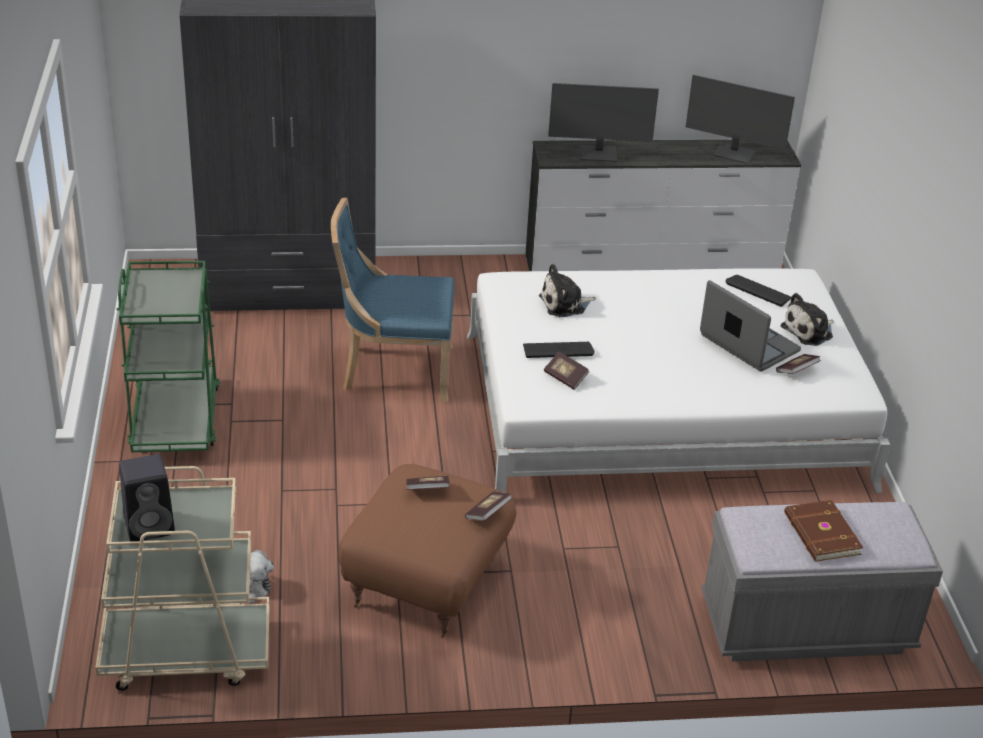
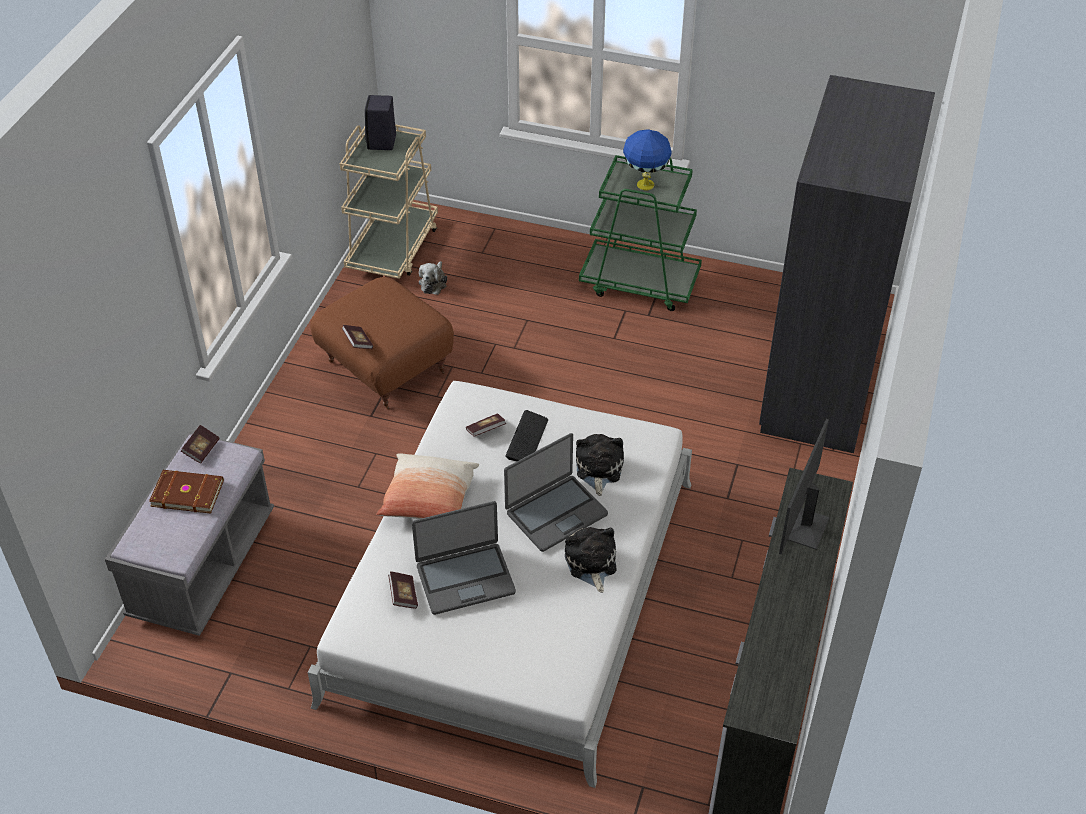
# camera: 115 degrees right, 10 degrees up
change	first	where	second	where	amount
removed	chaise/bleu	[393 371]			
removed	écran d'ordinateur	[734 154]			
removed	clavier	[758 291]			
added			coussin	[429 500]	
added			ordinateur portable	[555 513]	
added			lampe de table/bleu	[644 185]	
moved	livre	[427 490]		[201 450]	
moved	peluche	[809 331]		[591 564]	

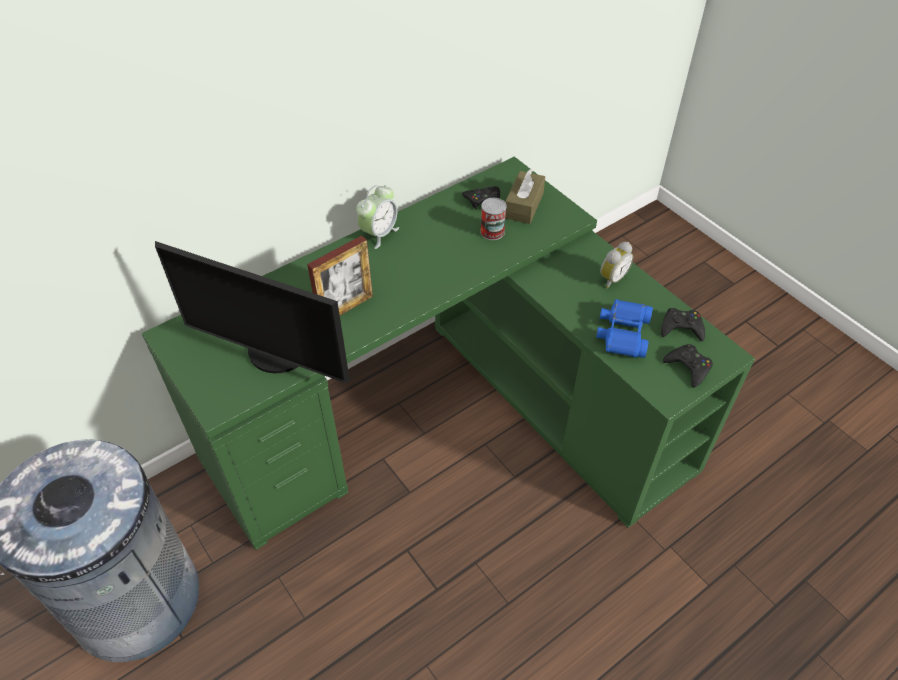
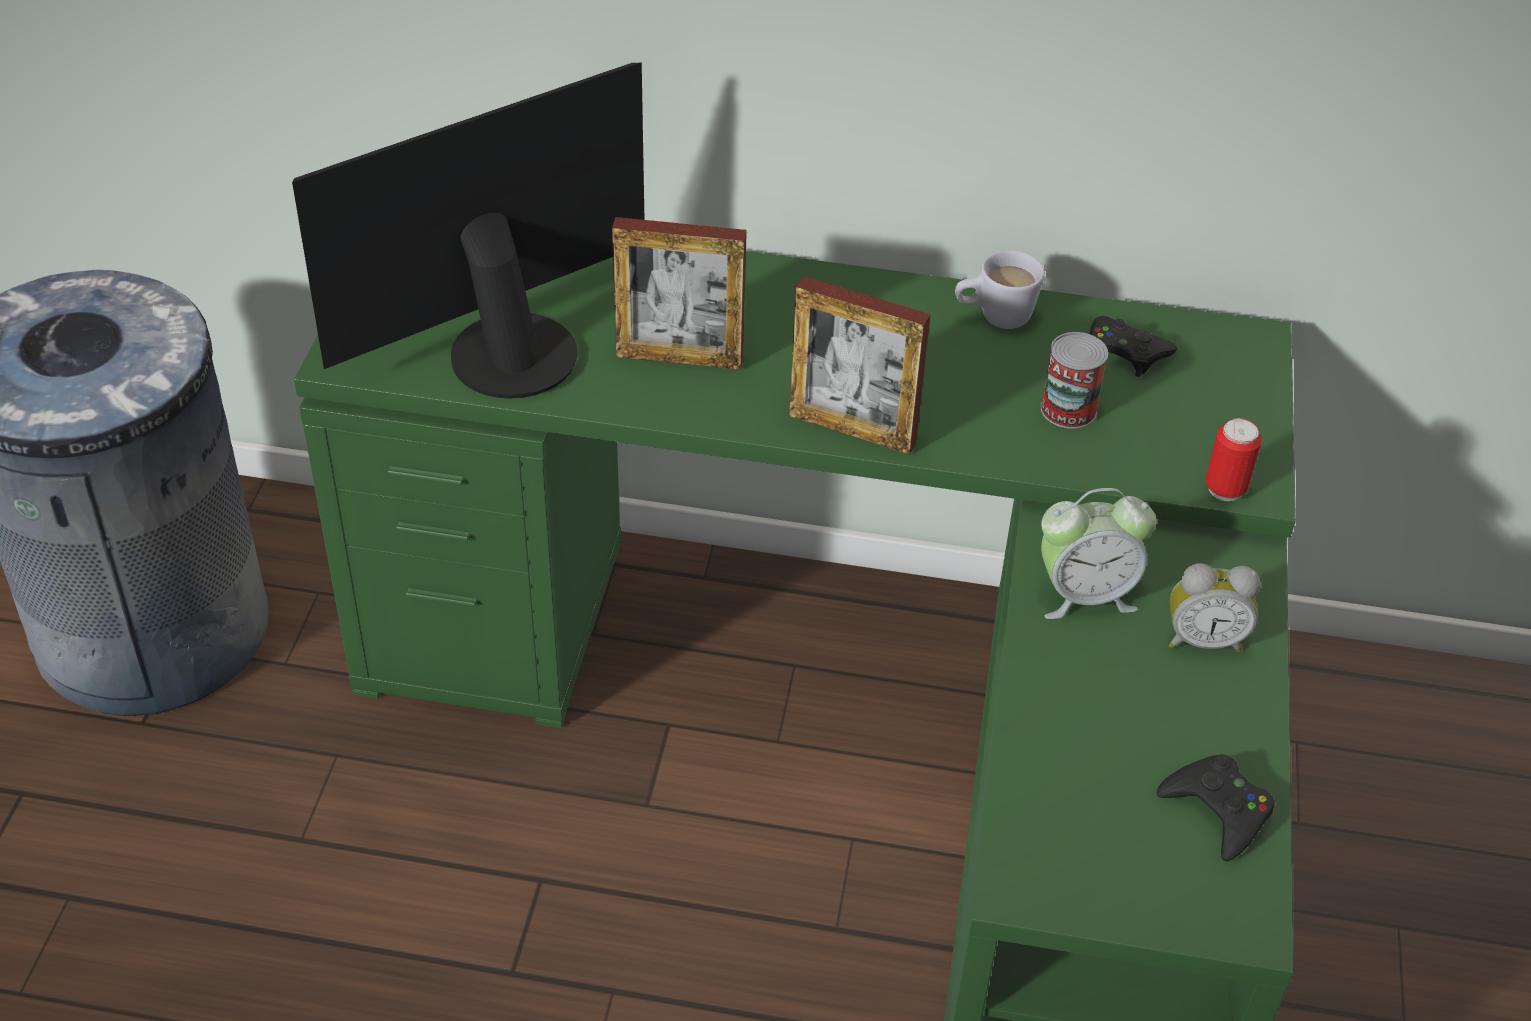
# camera: 45 degrees right, 5 degrees down
change	first	where	second	where	amount
removed	boîte à mouchoirs/marron	[524 205]			
removed	jumelles/bleu	[622 333]			
removed	manette/noir	[688 367]			
added			cadre photo	[852 429]	
added			mug/blanc	[994 317]	
added			boîte métallique	[1225 489]	
moved	réveil	[379 234]		[1085 595]	
turned	écran d'ordinateur	[276 354]		[505 349]	75 degrees clockwise

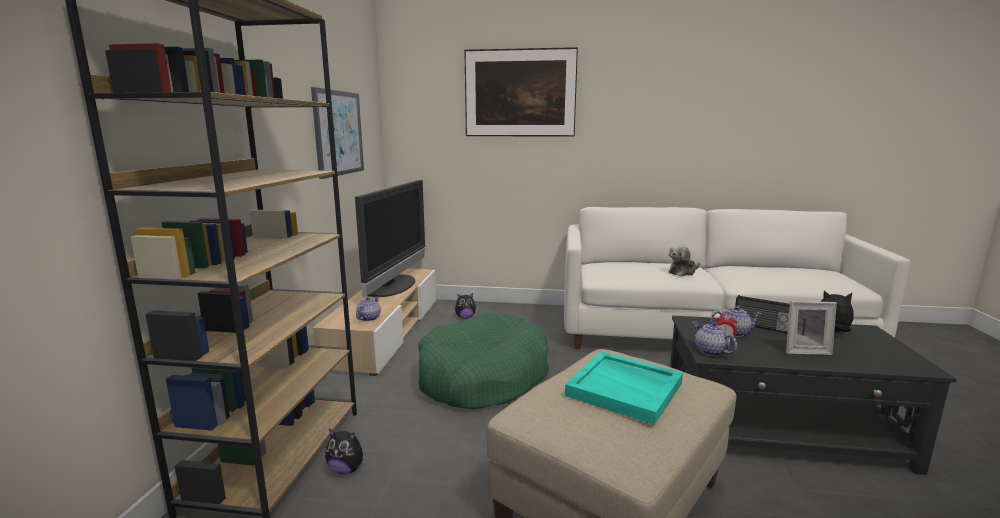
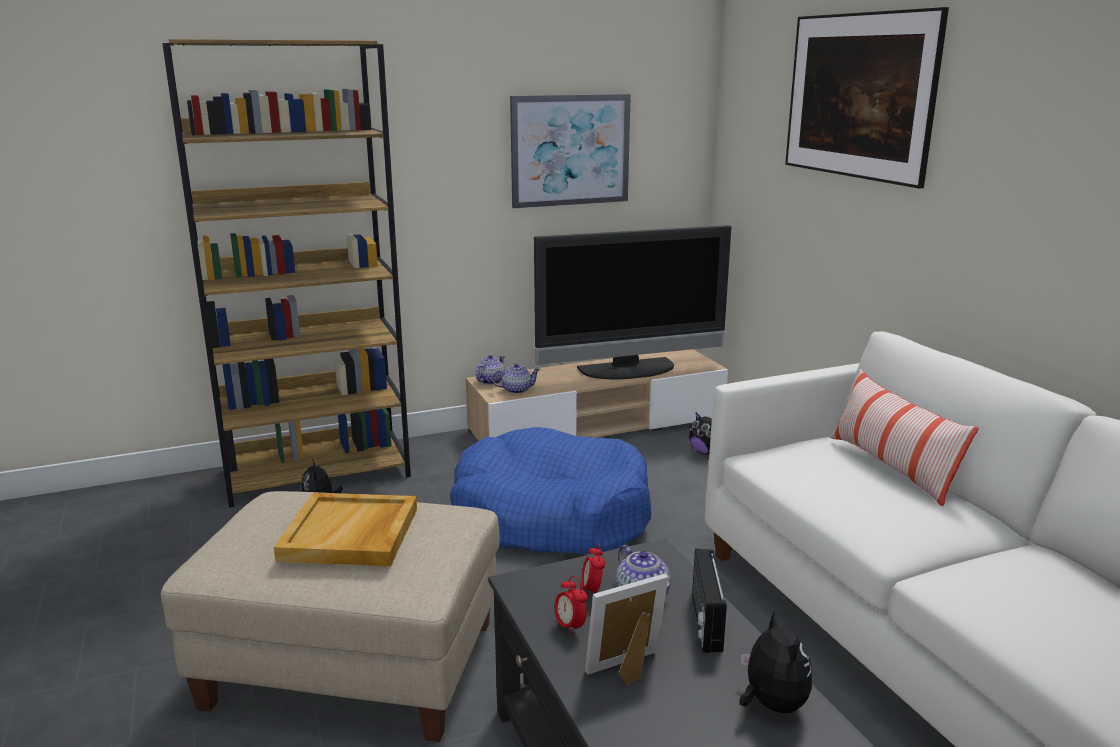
# camera: 60 degrees right, 5 degrees up
change	first	where	second	where	amount
removed	peluche	[683 272]			
added			réveil	[570 627]	
added			coussin	[892 468]	
moved	théière	[710 351]		[490 381]	
recoloured	panier pour chien/vert	[482 377]	panier pour chien/bleu	[551 515]	
recoloured	plateau/turquoise	[625 389]	plateau/beige	[351 534]	
turned	cadre photo	[804 350]		[629 670]	90 degrees clockwise

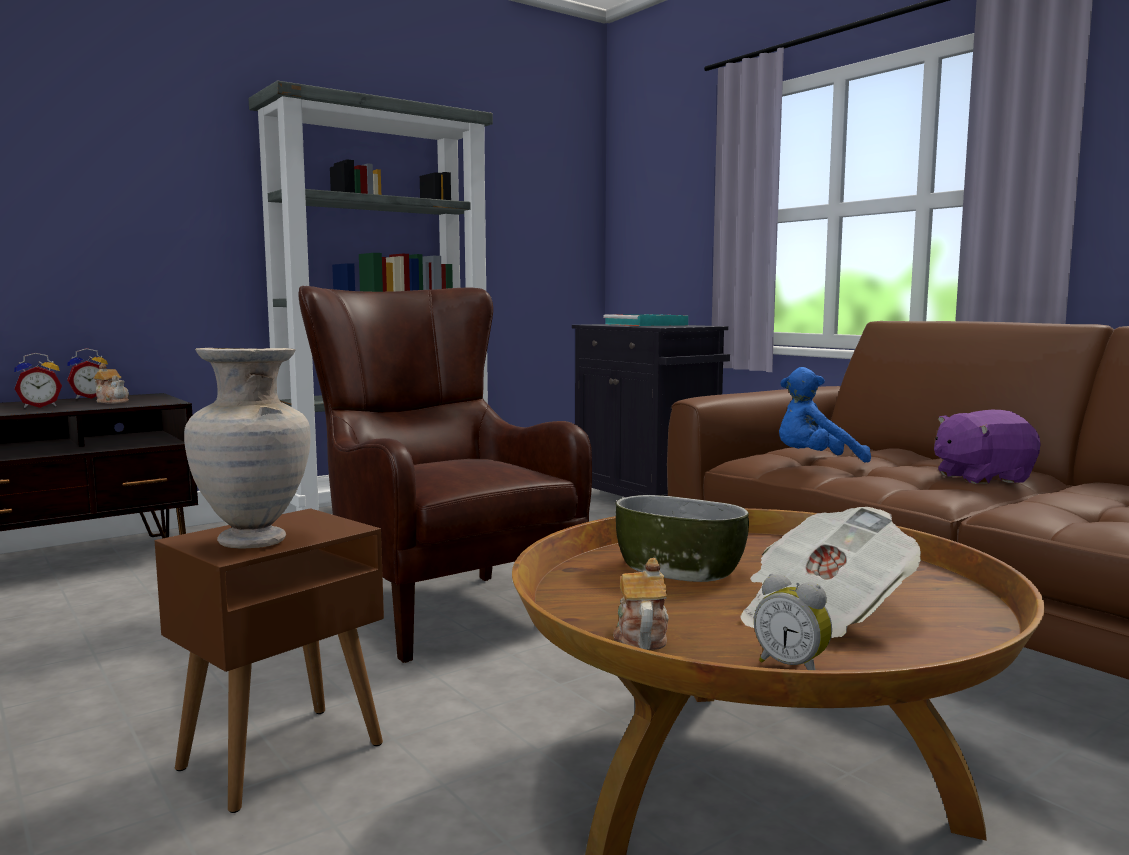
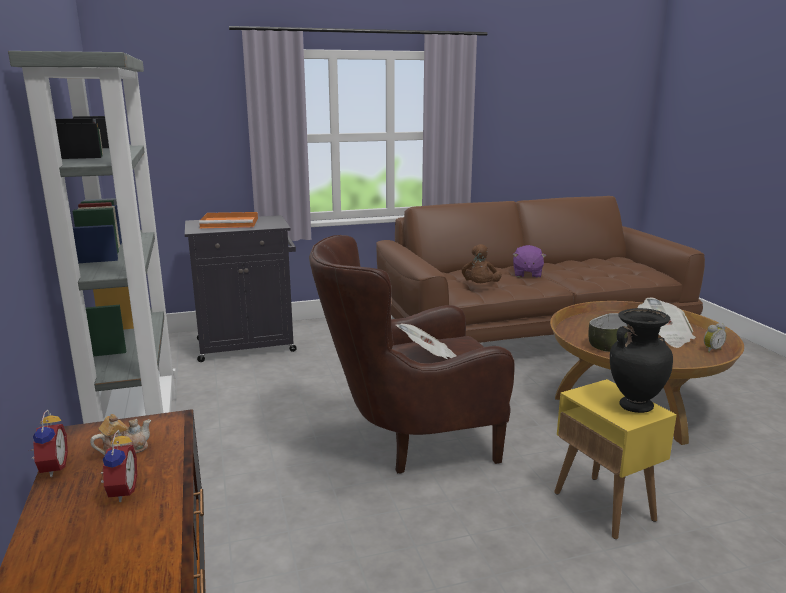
# camera: 70 degrees left, 10 degrees up
change	first	where	second	where	amount
removed	théière	[641 636]			
added			journal	[429 358]	
recoloured	table d'appoint/marron	[280 757]	table d'appoint/jaune	[604 506]	
recoloured	vase/beige	[255 542]	vase/noir	[634 406]	
recoloured	plateau/turquoise	[646 324]	plateau/orange	[231 223]	
recoloured	peluche/bleu	[815 461]	peluche/marron	[480 286]	

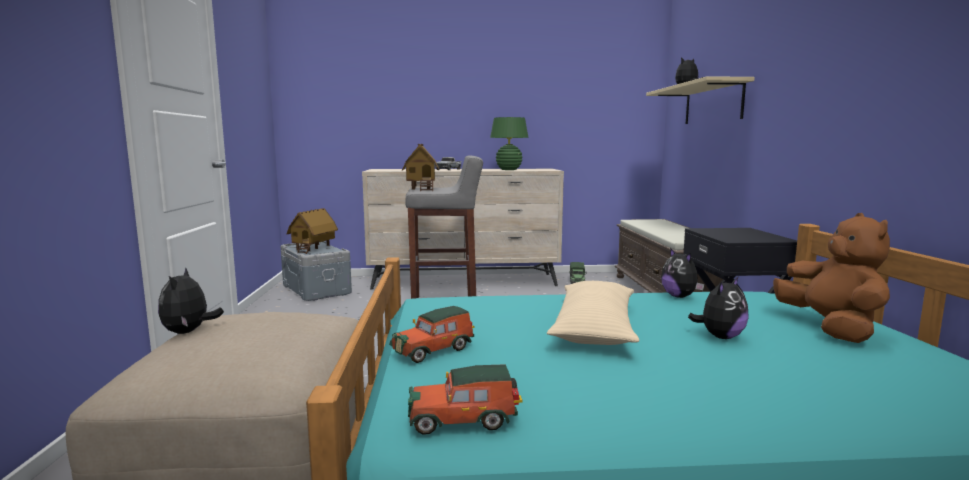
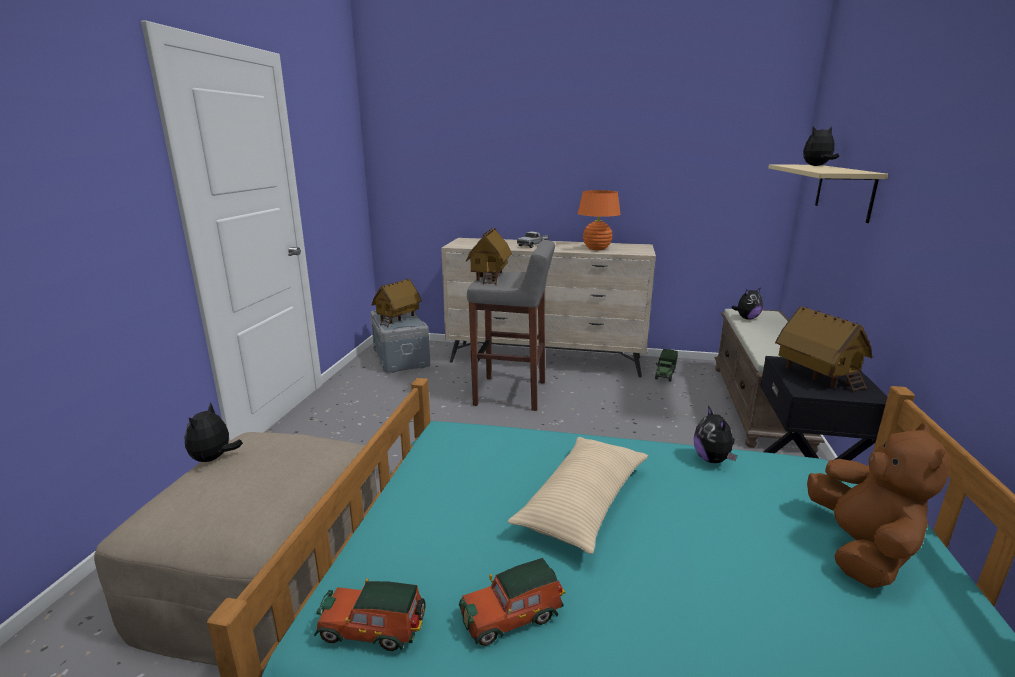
# camera: 15 degrees right, 10 degrees up
change	first	where	second	where	amount
added			maison miniature	[817 376]	
moved	petite voiture	[434 349]		[513 615]	
moved	peluche	[720 336]		[746 318]	
recoloured	lampe de table/vert	[508 169]	lampe de table/orange	[596 249]	

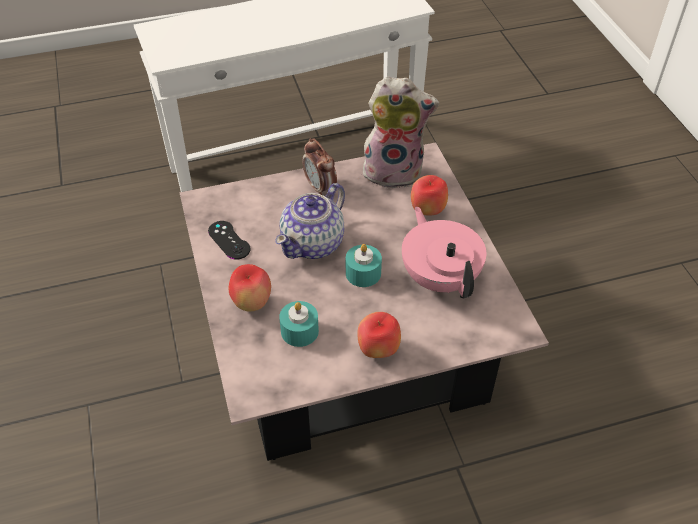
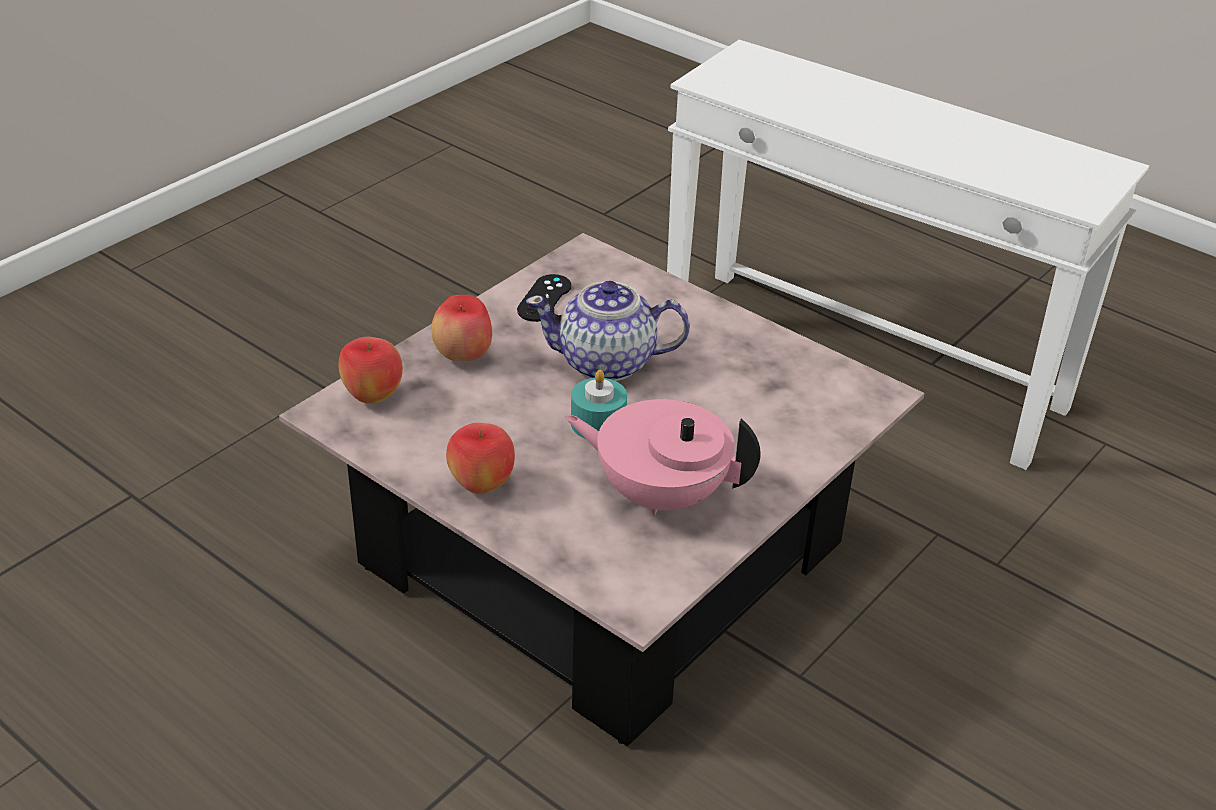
# camera: 55 degrees right, 10 degrees down
change	first	where	second	where	amount
removed	bougie/turquoise	[299 331]			
removed	réveil	[320 188]			
removed	peluche	[394 171]			
moved	pomme	[427 210]		[373 396]	
turned	théière/rose	[440 277]		[660 494]	105 degrees counterclockwise

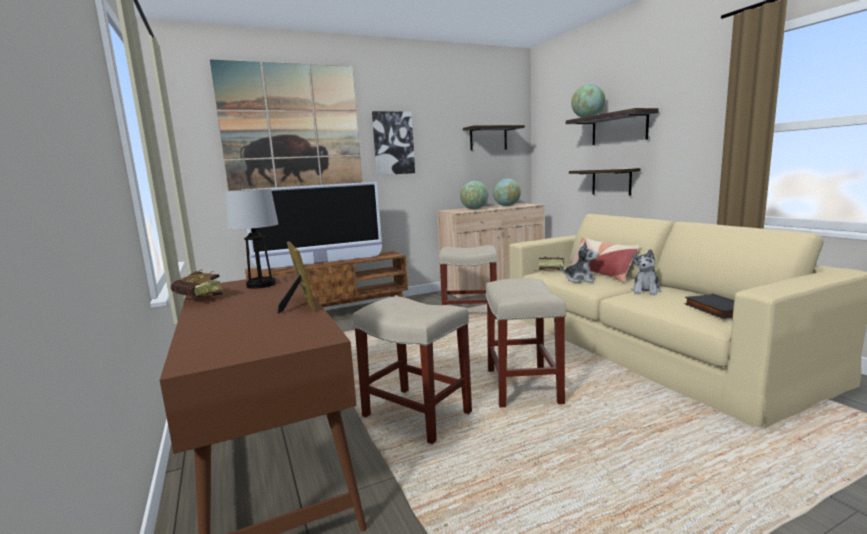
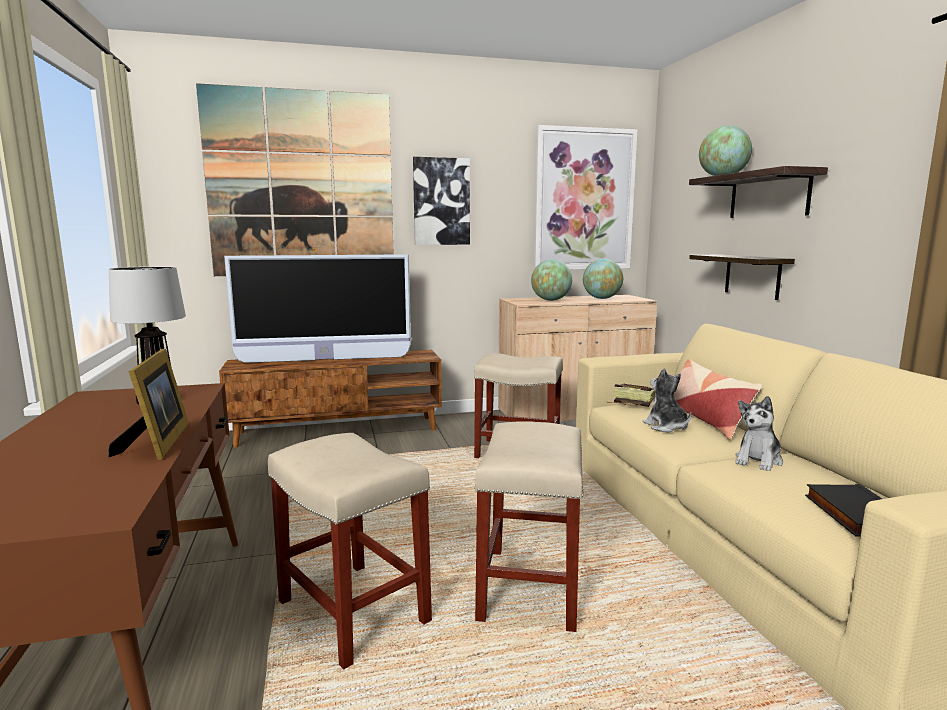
# camera: 10 degrees right, 0 degrees up
change	first	where	second	where	amount
removed	livre	[201 300]			
replaced	étagère	[488 138]	tableau	[584 200]	
turned	peluche	[580 280]		[666 427]	150 degrees counterclockwise

